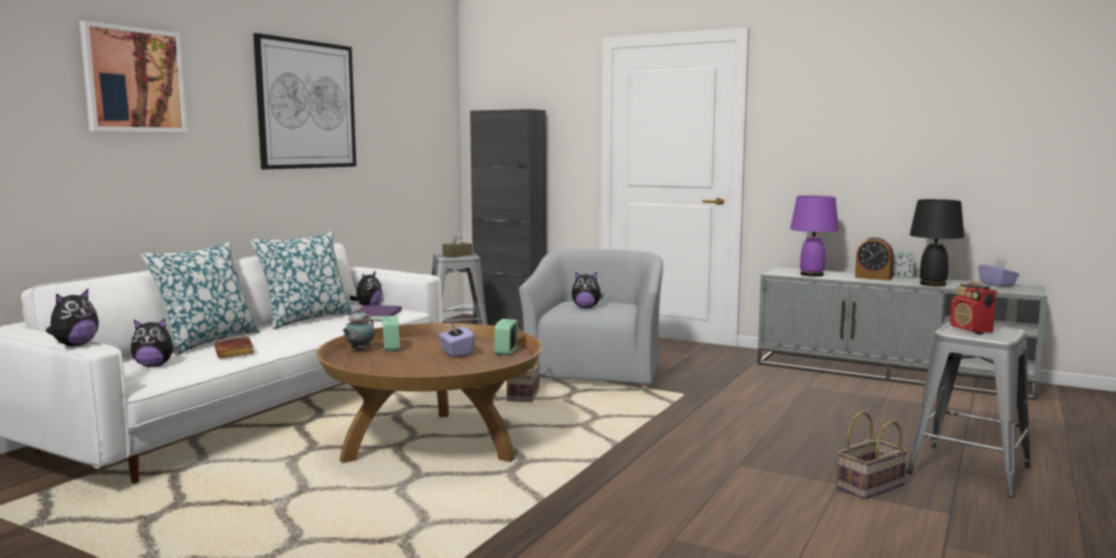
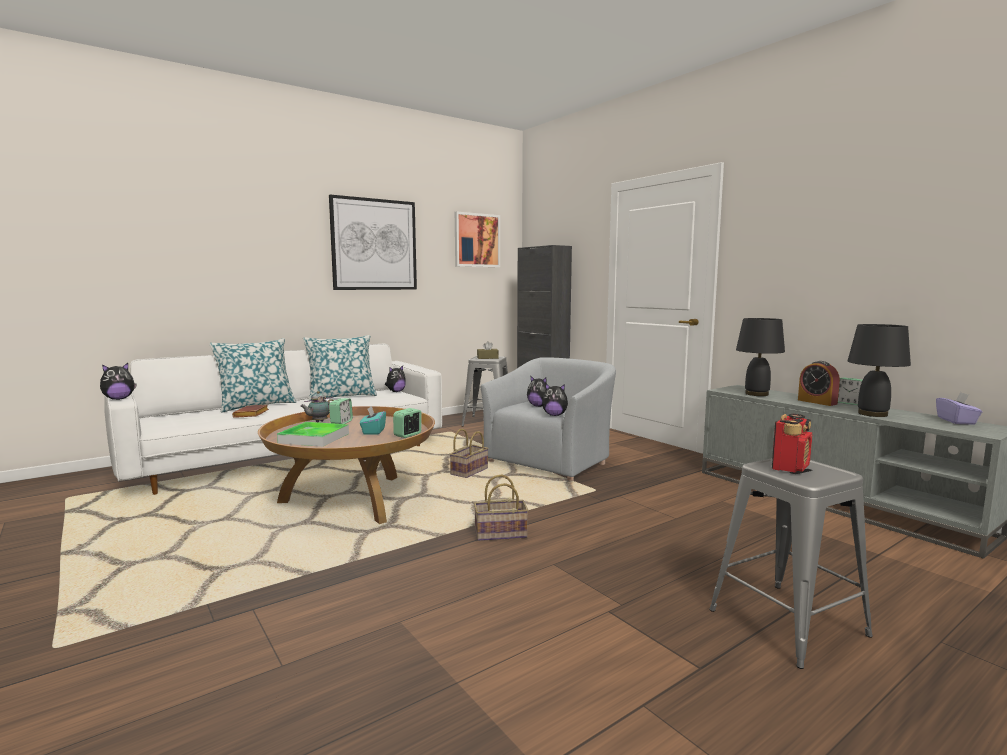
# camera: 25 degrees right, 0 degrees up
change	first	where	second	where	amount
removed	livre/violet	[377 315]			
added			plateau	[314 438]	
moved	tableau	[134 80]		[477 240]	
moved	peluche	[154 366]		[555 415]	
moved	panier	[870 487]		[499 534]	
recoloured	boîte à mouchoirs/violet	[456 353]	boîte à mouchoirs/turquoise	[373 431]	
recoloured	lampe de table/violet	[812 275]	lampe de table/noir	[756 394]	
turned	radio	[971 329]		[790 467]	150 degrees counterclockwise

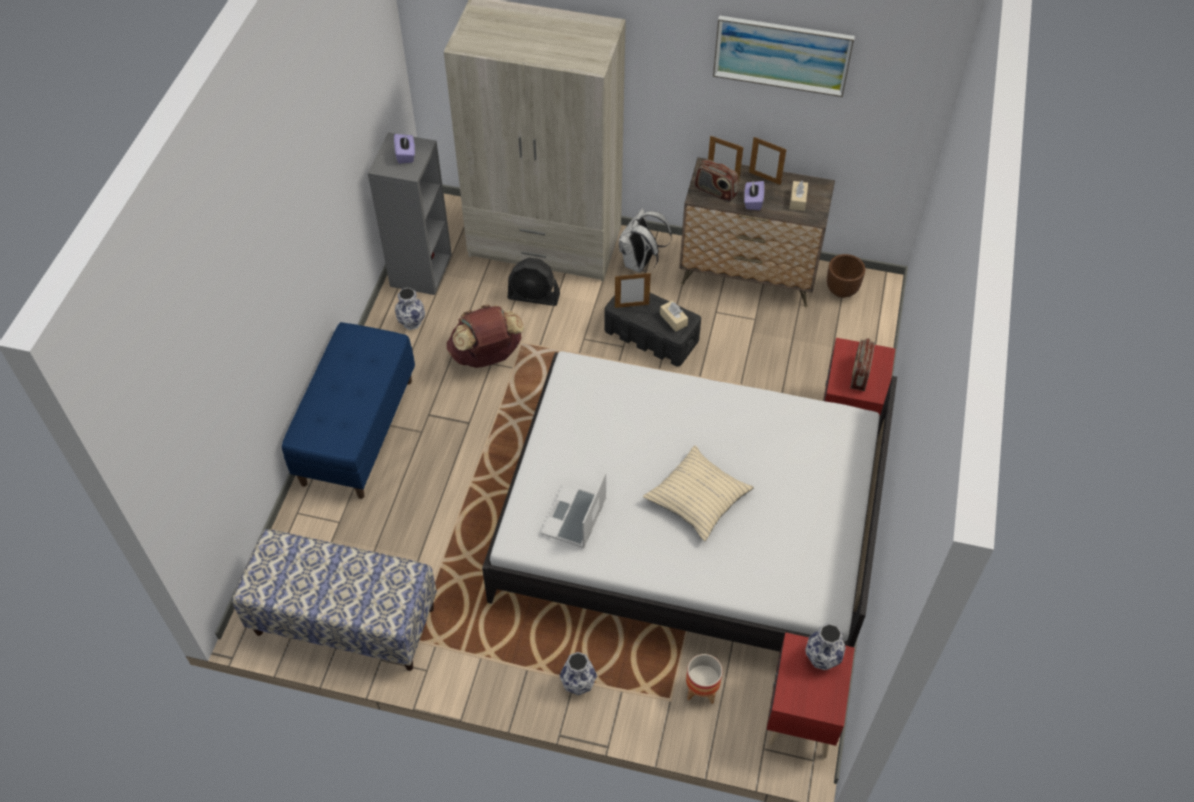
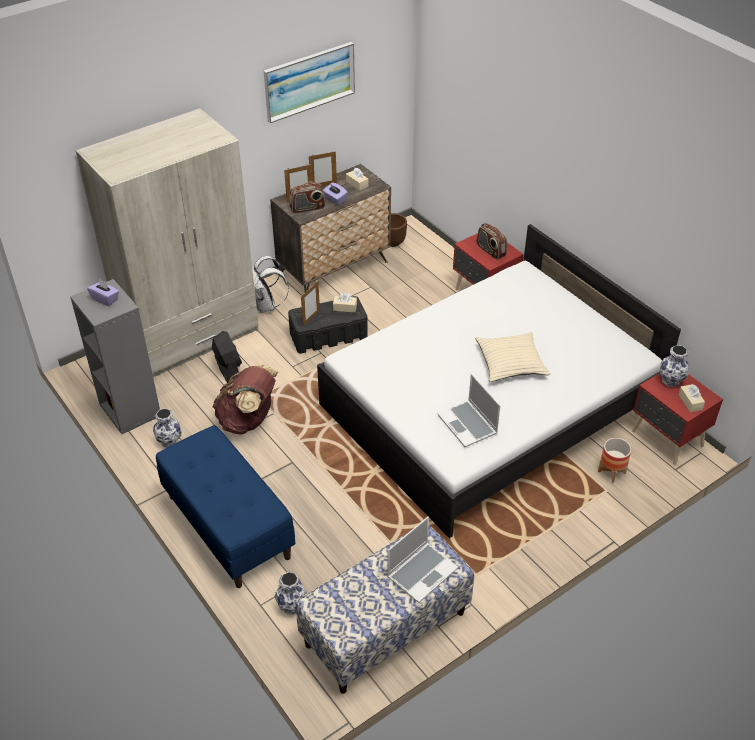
# camera: 50 degrees left, 10 degrees down
change	first	where	second	where	amount
added			ordinateur portable	[422 572]	
added			boîte à mouchoirs/beige	[690 402]	
moved	vase	[578 685]		[292 606]	
turned	ventilateur/noir	[534 296]		[228 368]	75 degrees counterclockwise

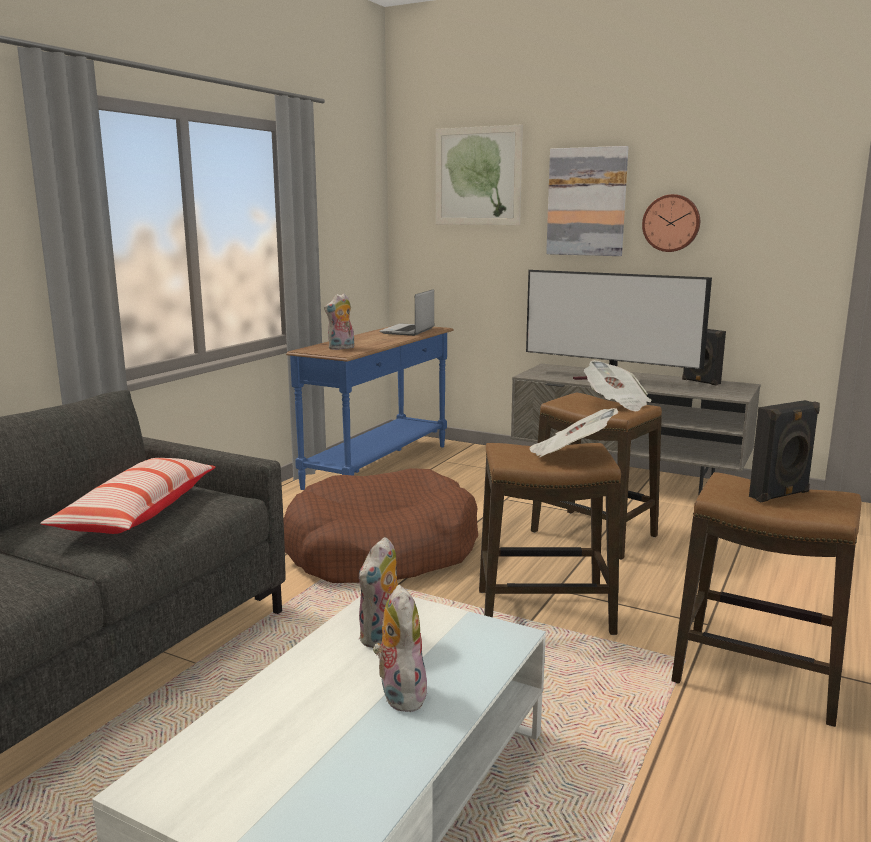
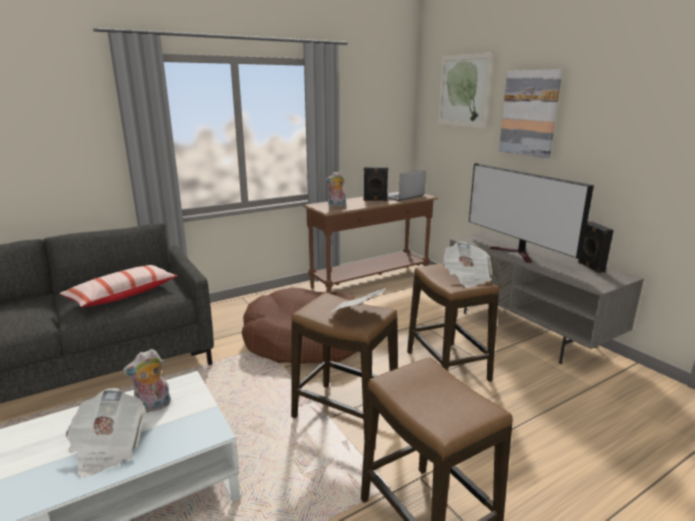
# camera: 30 degrees right, 5 degrees up
change	first	where	second	where	amount
removed	horloge murale	[671 223]			
moved	enceinte/noir	[780 495]		[375 200]	
replaced	peluche	[399 694]	journal	[108 447]	
recoloured	table console/bleu	[379 466]	table console/marron	[371 282]	

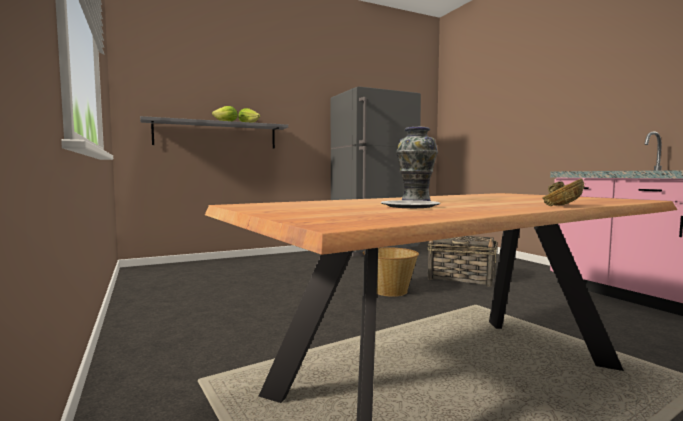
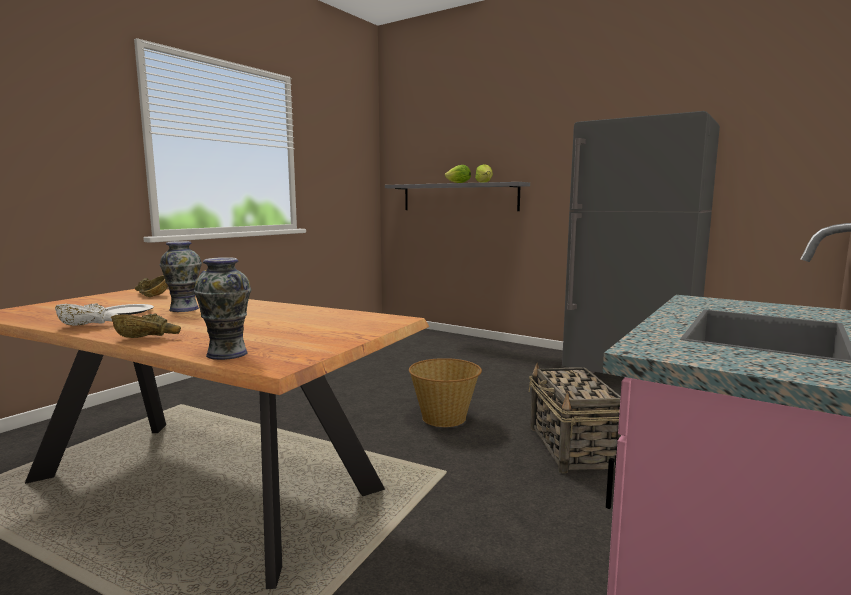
# camera: 60 degrees right, 5 degrees up
change	first	where	second	where	amount
added			bol/blanc	[90 325]	
added			bol/marron	[149 295]	
added			vase	[226 354]	

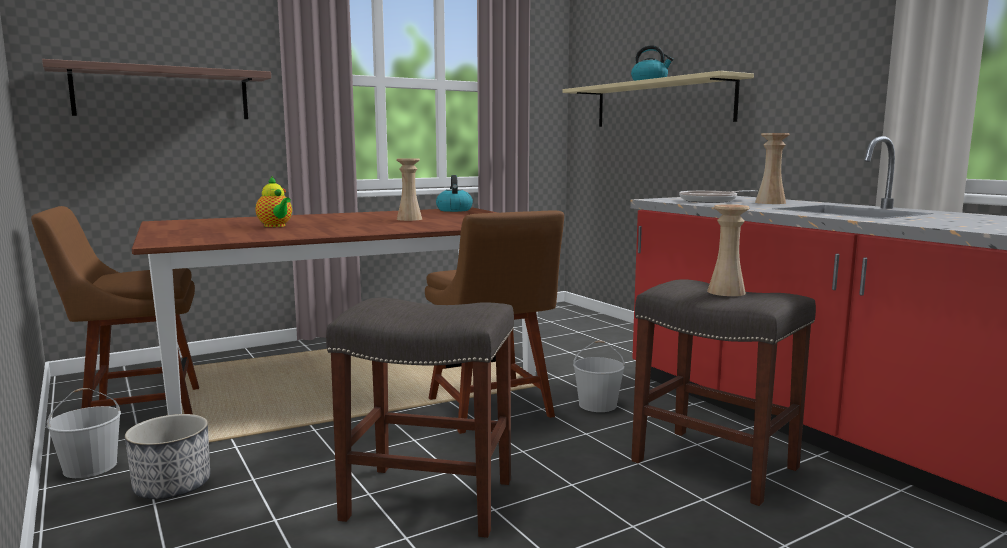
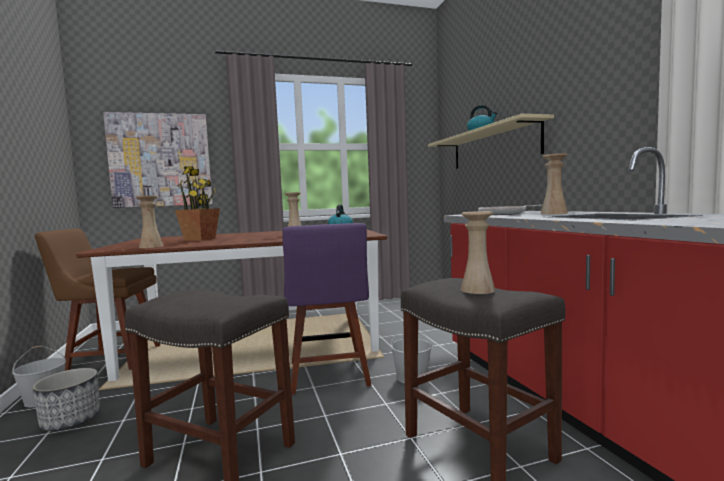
# camera: 15 degrees right, 5 degrees down
change	first	where	second	where	amount
added			vase/beige	[151 246]	
replaced	étagère	[163 93]	tableau	[161 160]	
replaced	théière	[276 226]	plante en pot	[200 239]	
recoloured	chaise/marron	[492 410]	chaise/violet	[329 376]	

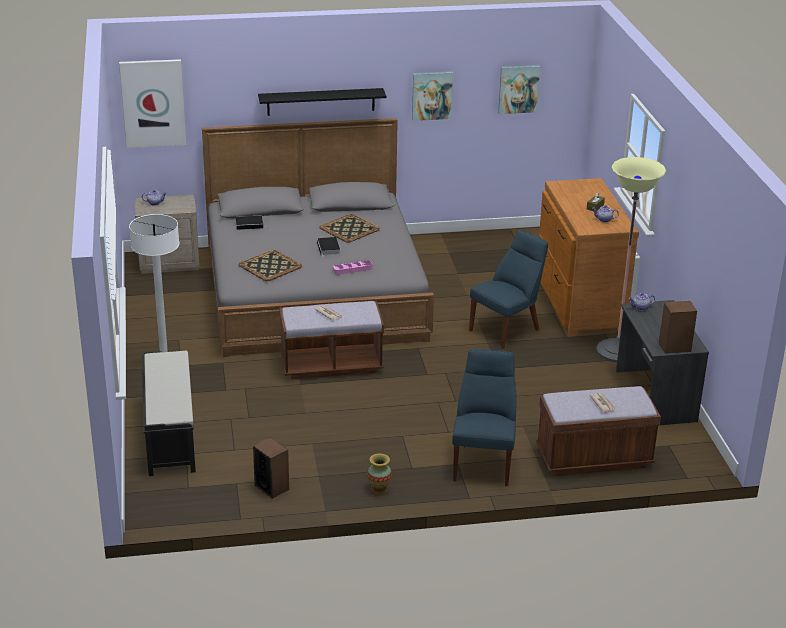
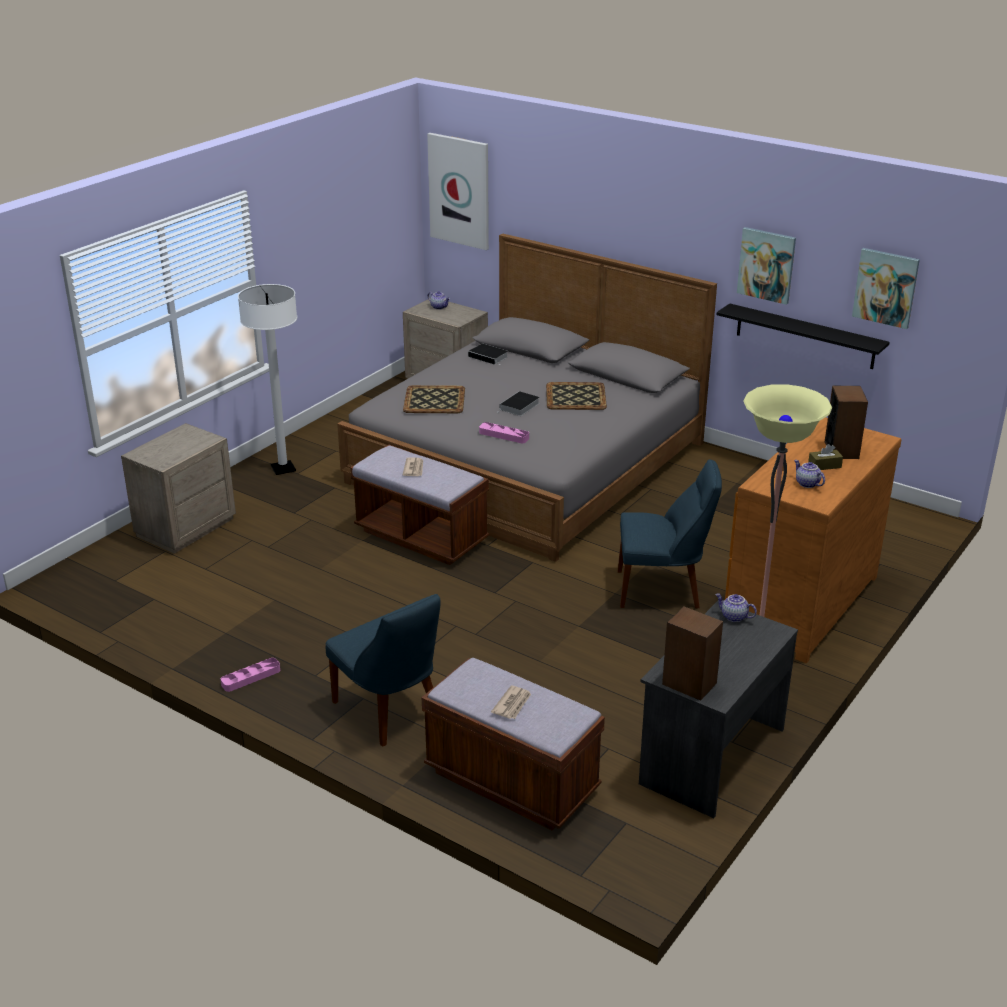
# camera: 45 degrees right, 0 degrees up
change	first	where	second	where	amount
moved	enceinte	[272 487]		[841 450]	
moved	étagère/noir	[321 101]		[805 336]	
replaced	banc/noir	[170 434]	table de chevet/beige	[185 527]	
replaced	vase	[379 489]	plateau/rose	[251 677]	
turned	chaise/bleu	[483 462]		[390 712]	90 degrees clockwise

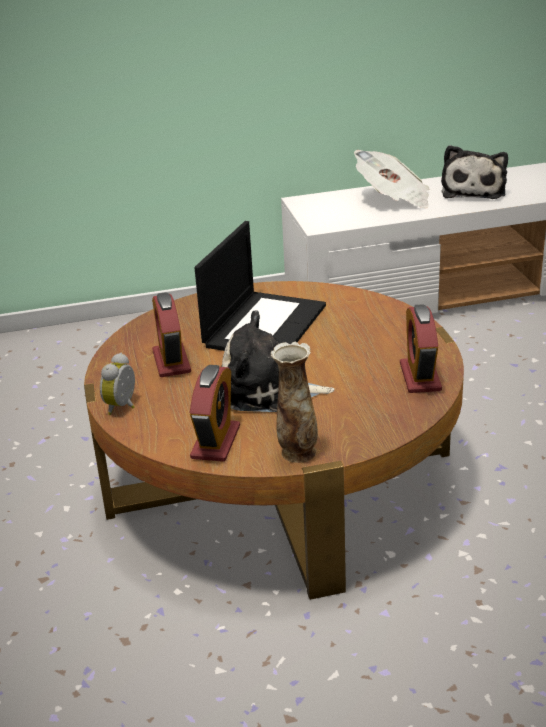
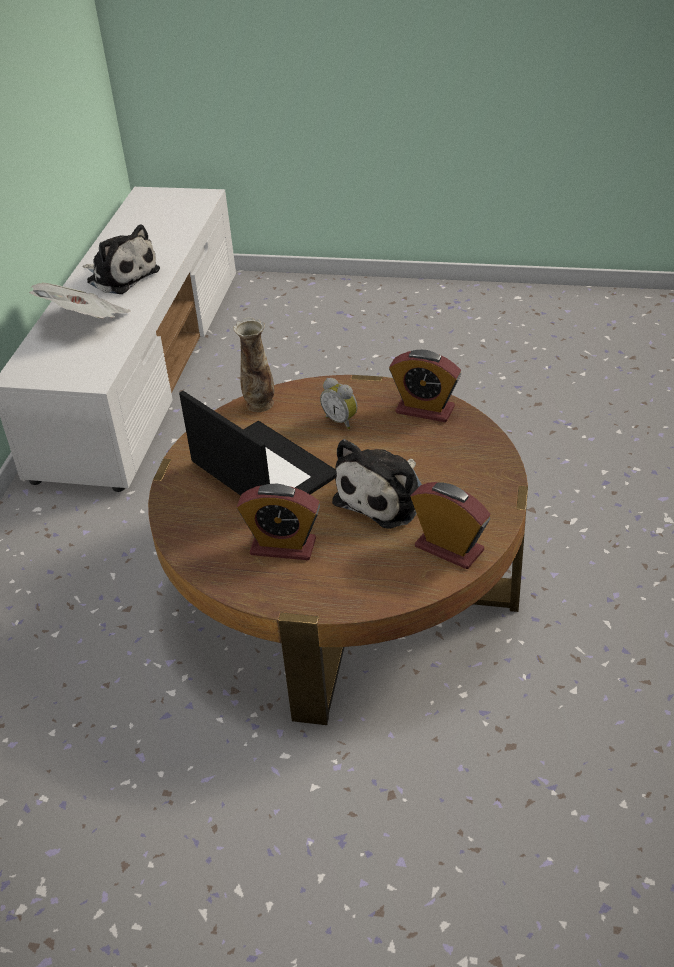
# camera: 65 degrees left, 10 degrees up
change	first	where	second	where	amount
moved	réveil	[123 407]		[341 420]	
moved	vase	[297 452]		[259 404]	

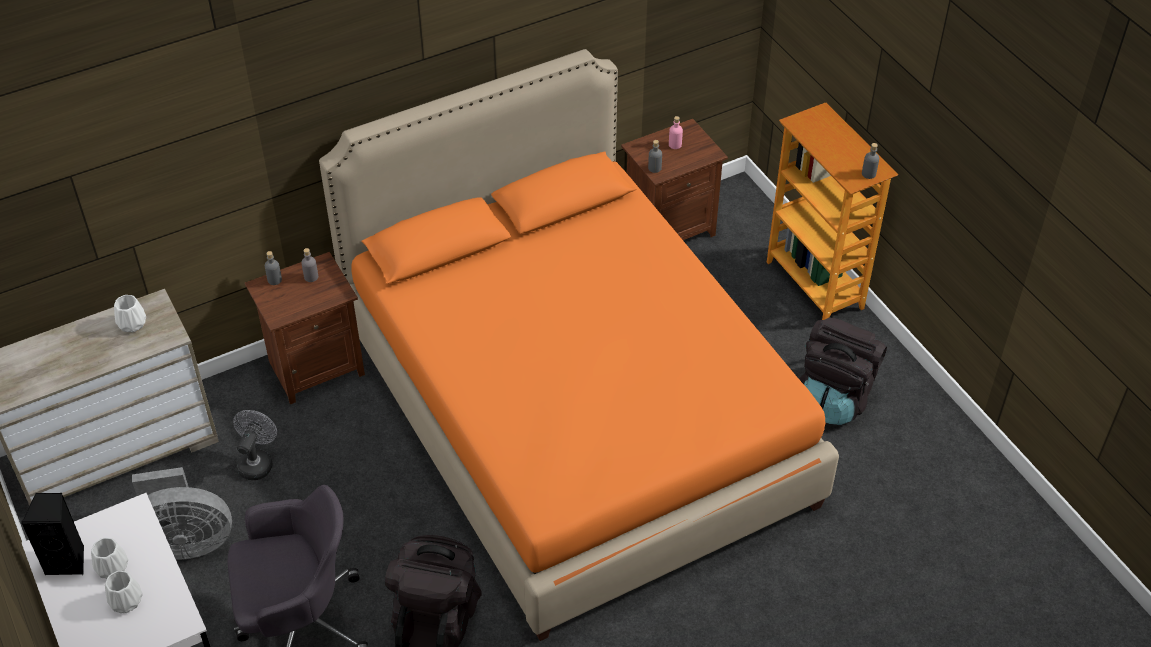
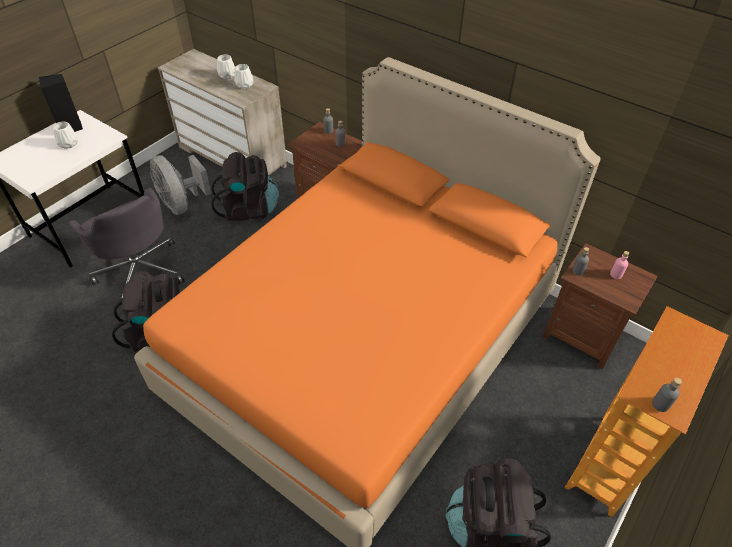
# camera: 65 degrees right, 0 degrees up
change	first	where	second	where	amount
moved	vase/blanc	[126 602]		[227 76]	
replaced	ventilateur/gris	[257 462]	sac à dos/noir	[249 209]	

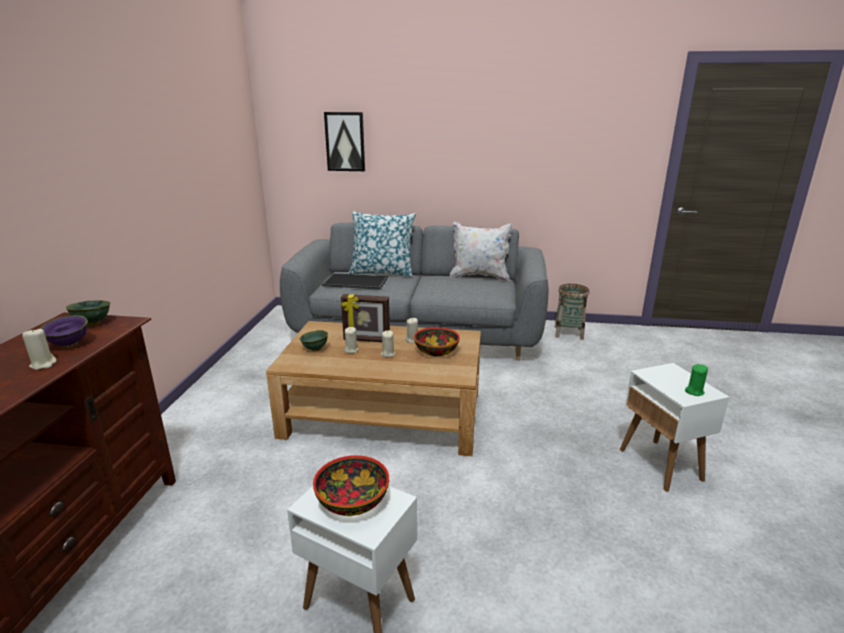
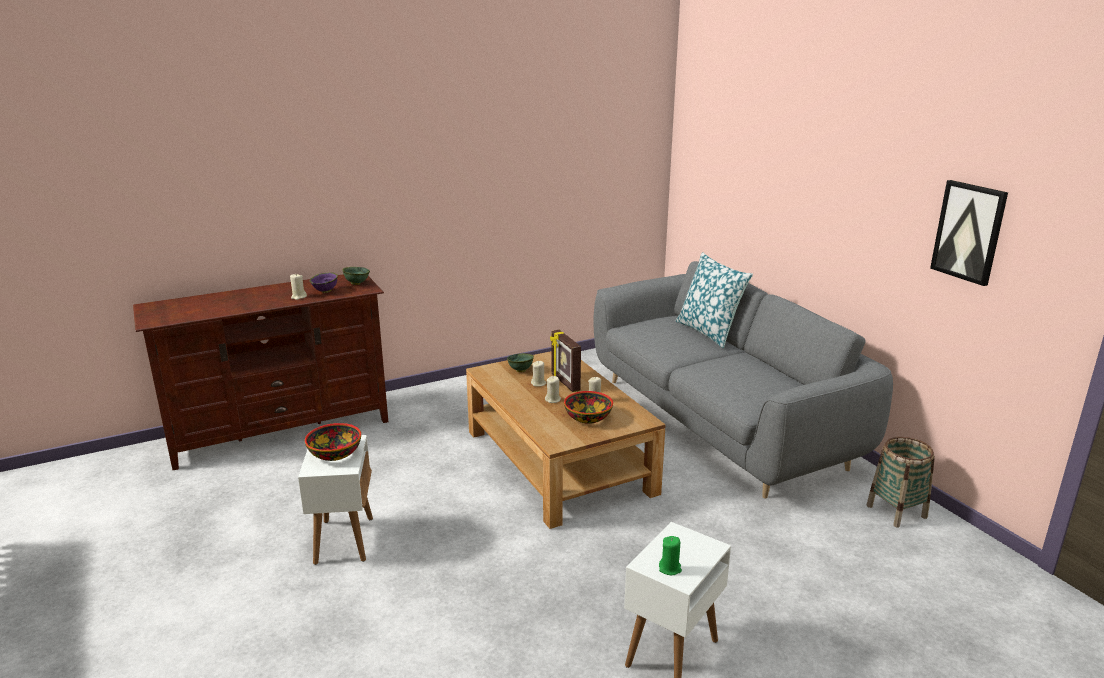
# camera: 55 degrees right, 0 degrees up
change	first	where	second	where	amount
removed	plateau	[354 282]			
removed	coussin/blanc	[479 277]			
moved	tableau	[345 141]		[969 232]	

